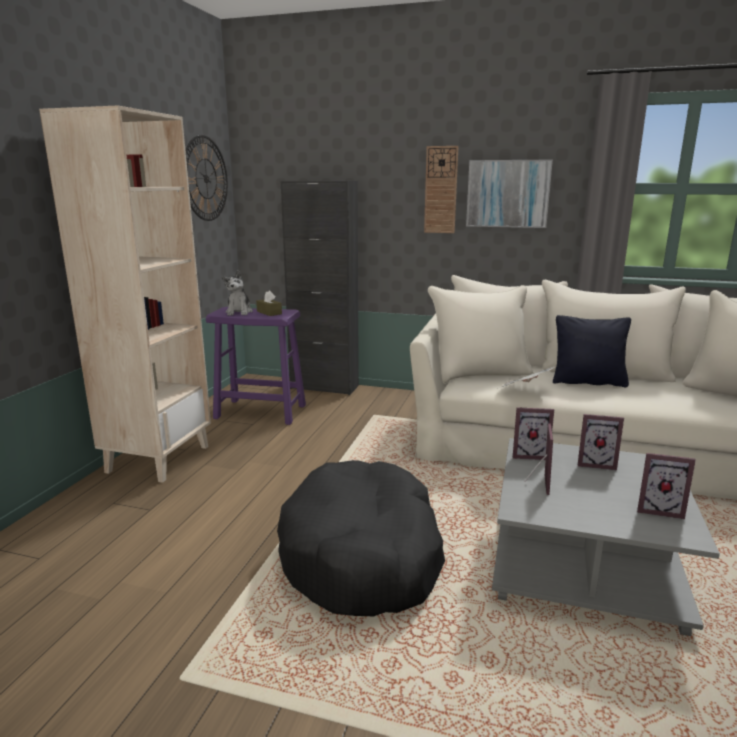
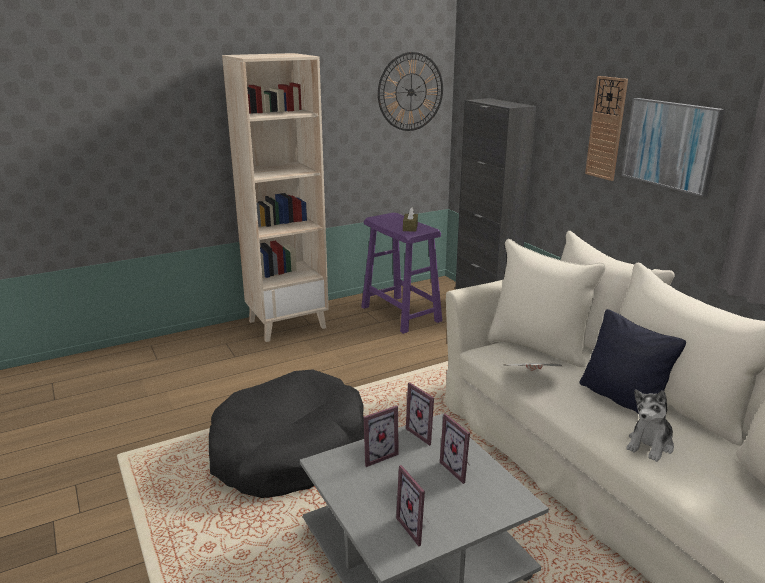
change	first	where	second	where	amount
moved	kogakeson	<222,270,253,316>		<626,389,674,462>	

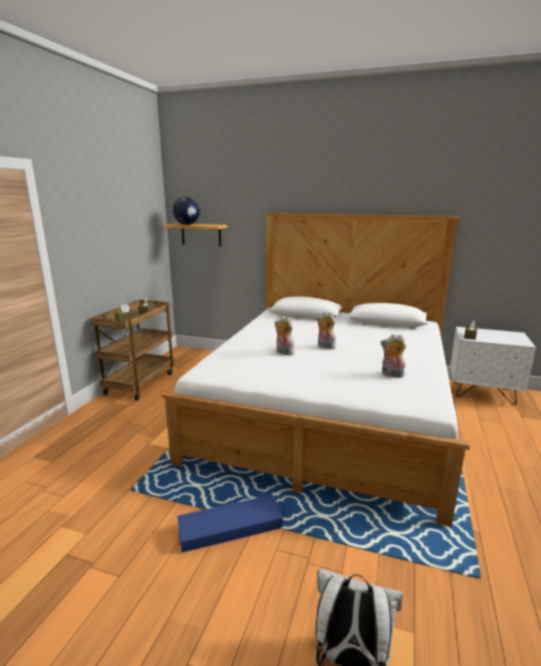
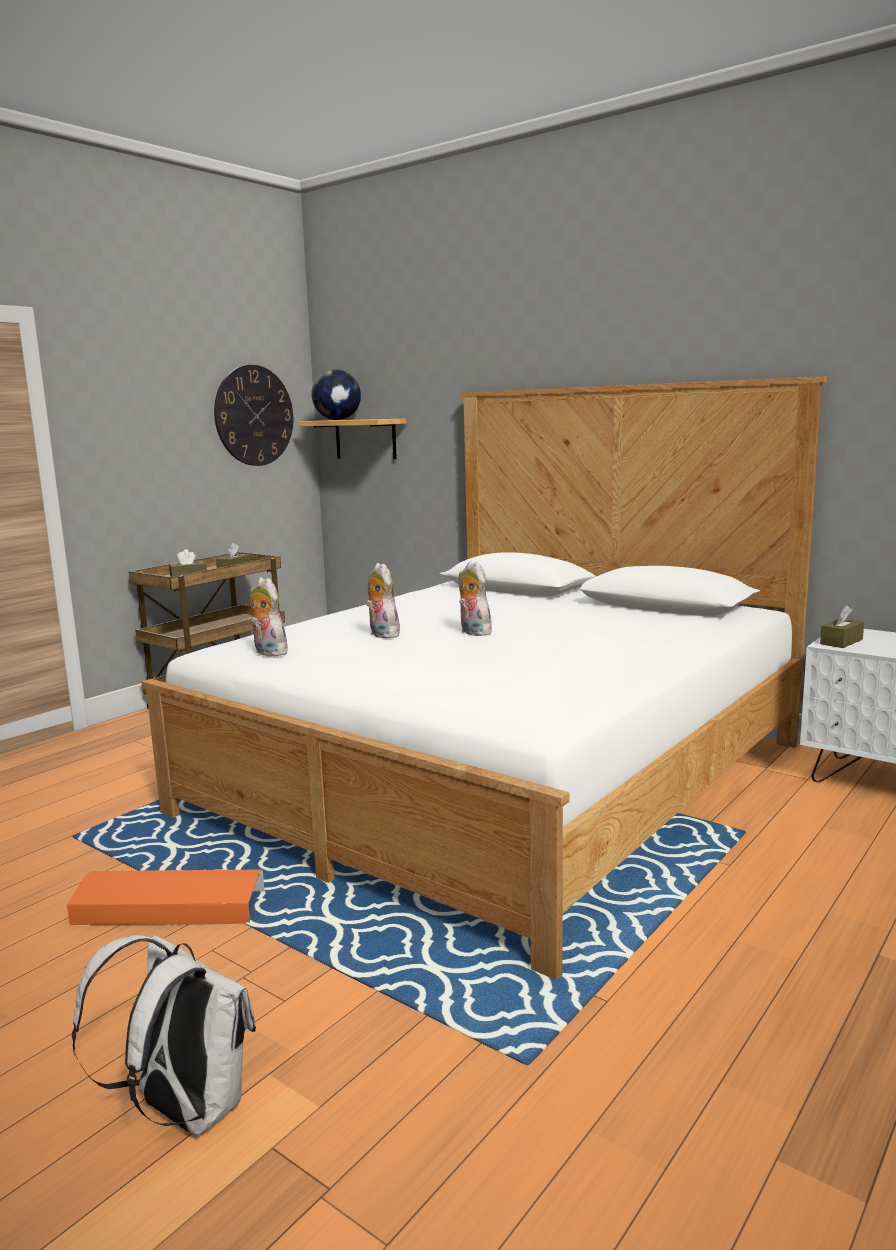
change	first	where	second	where	amount
recoloured	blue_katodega	<177,495,283,553>	orange_katodega	<67,869,265,926>	
added			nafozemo	<214,365,293,466>	
moved	kogakeson	<381,334,406,378>		<249,577,288,656>	

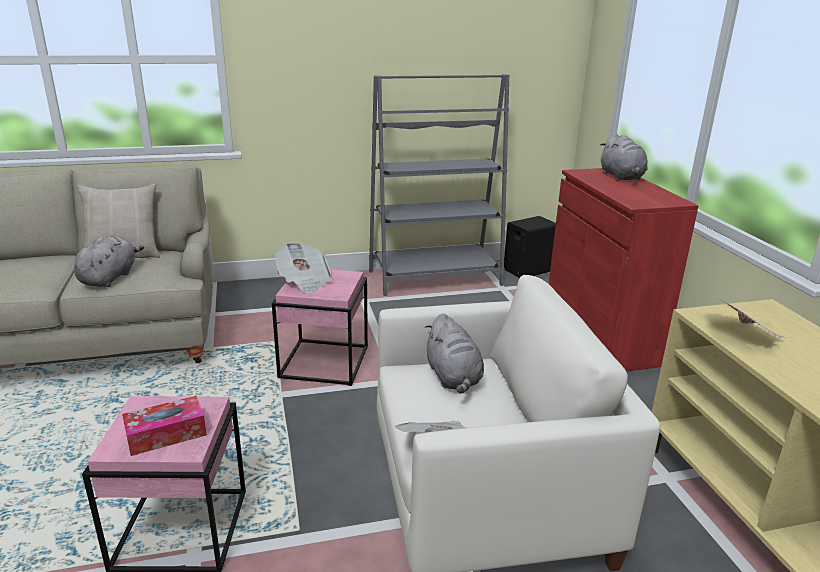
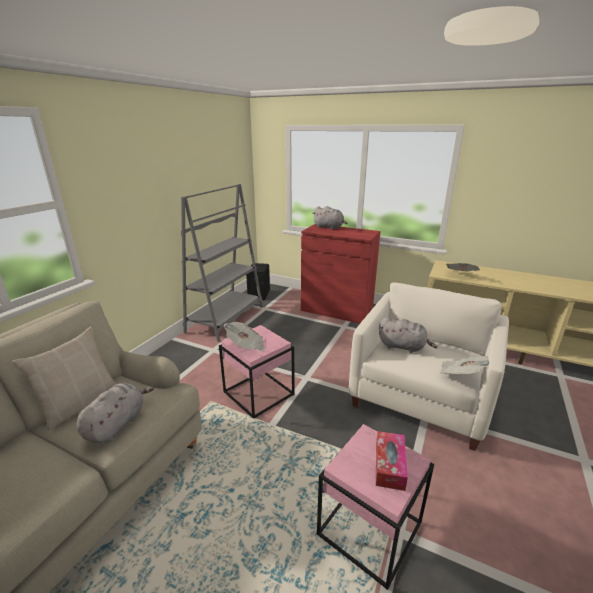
change	first	where	second	where	amount
turned	grey_kogakeson	<74,236,144,287>		<76,383,154,443>	60 degrees clockwise

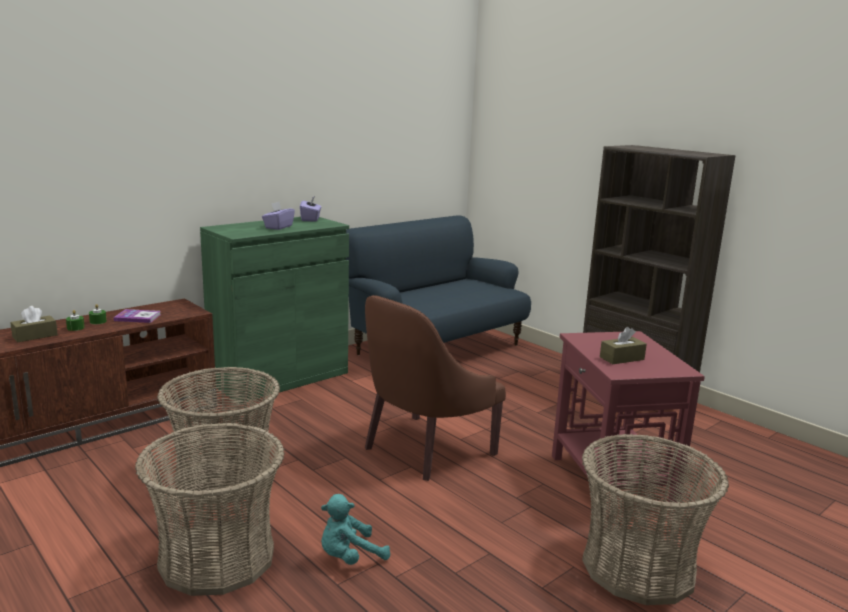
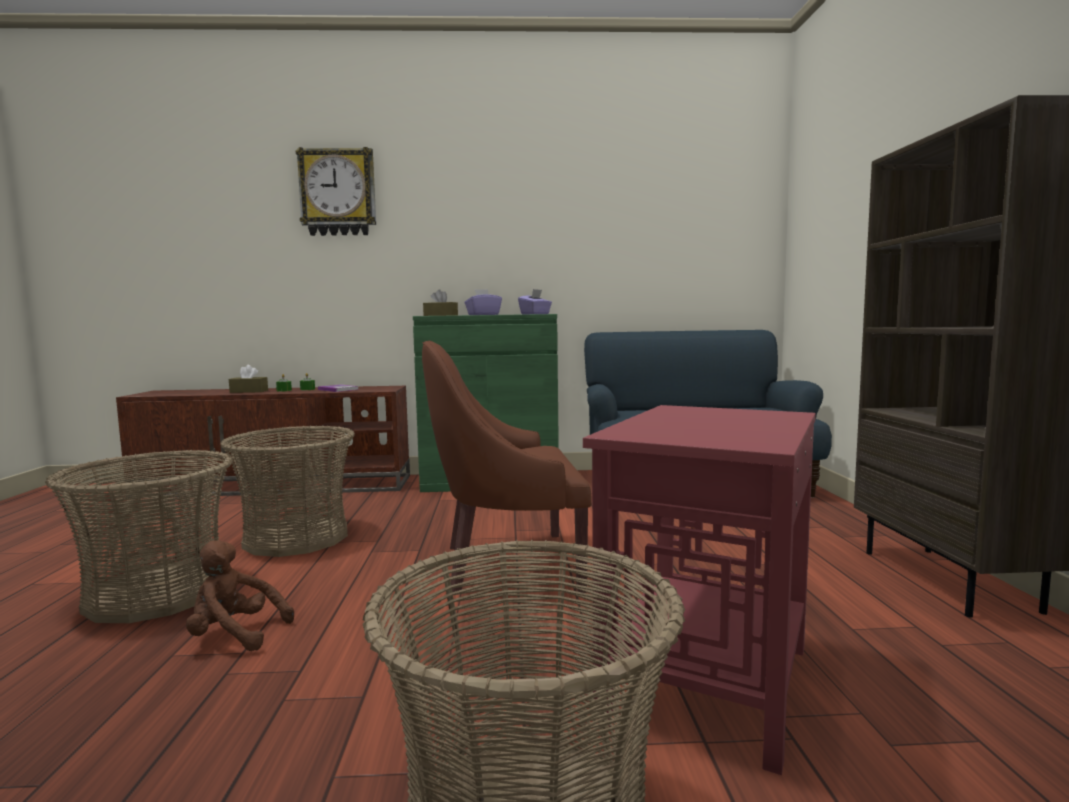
change	first	where	second	where	amount
recoloured	turquoise_kogakeson	<321,494,390,565>	brown_kogakeson	<186,540,294,651>	
added			nafozemo	<296,147,376,236>	
moved	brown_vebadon	<600,327,647,364>		<423,289,458,316>	

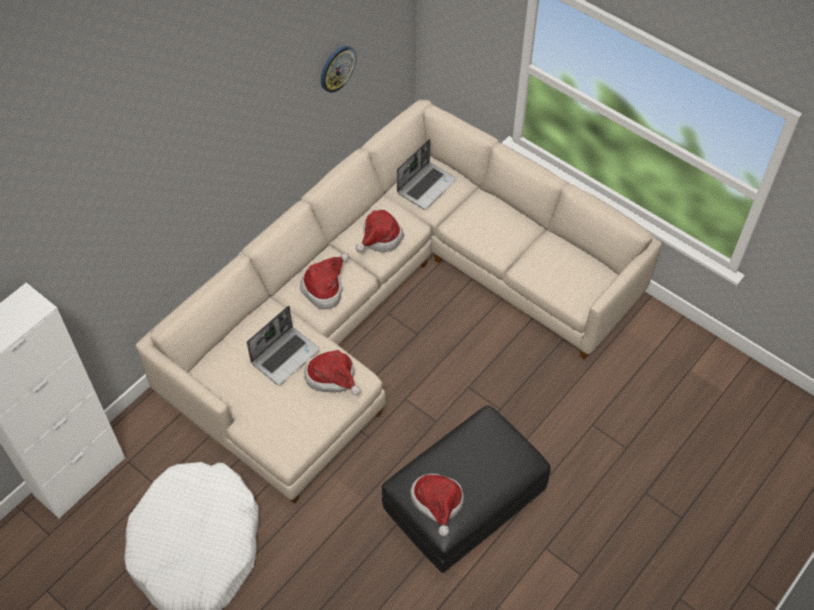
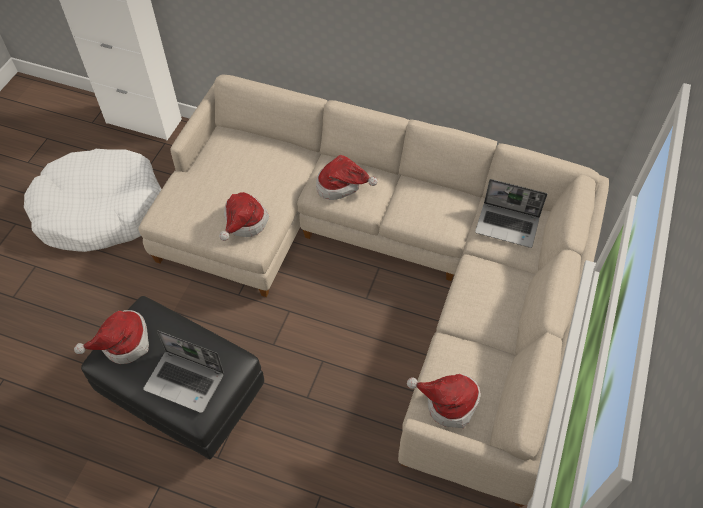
change	first	where	second	where	amount
moved	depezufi	<247,306,320,385>		<143,330,224,413>	
moved	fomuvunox	<356,210,404,252>		<407,374,481,428>	
removed	nafozemo	<321,46,357,93>			

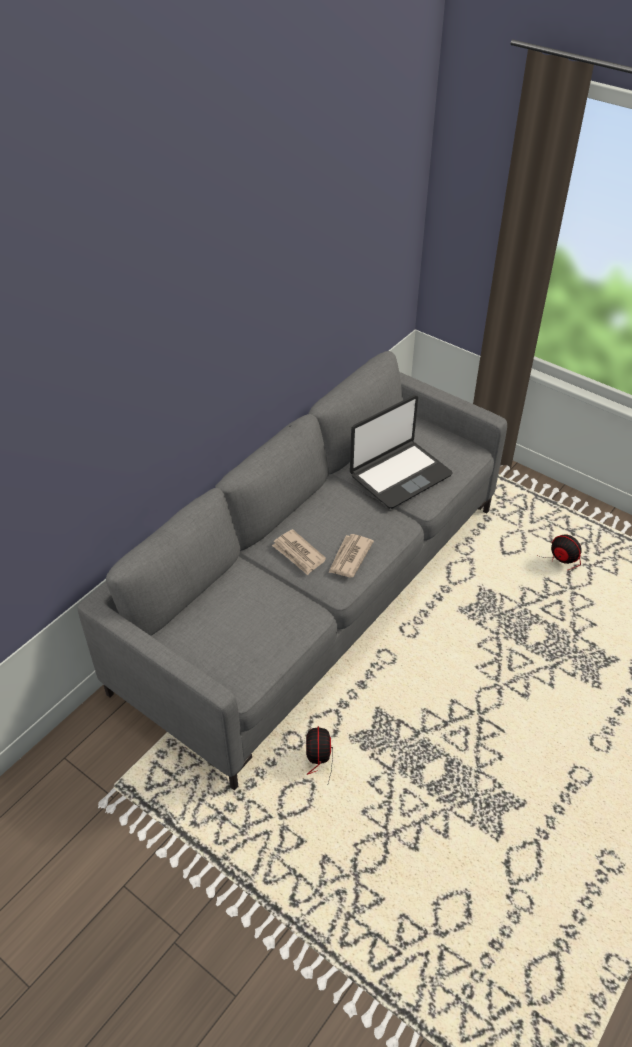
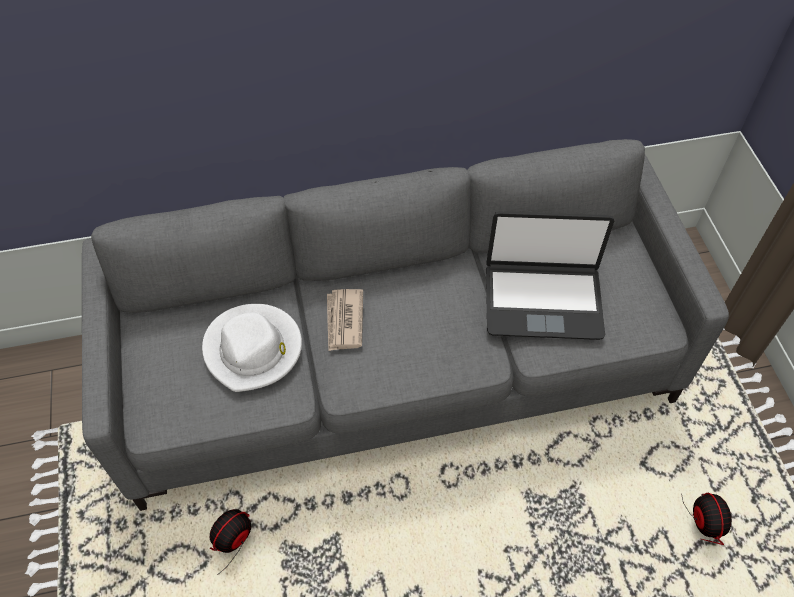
change	first	where	second	where	amount
added			white_fomuvunox	<202,304,302,392>	
removed	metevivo	<328,534,374,577>			

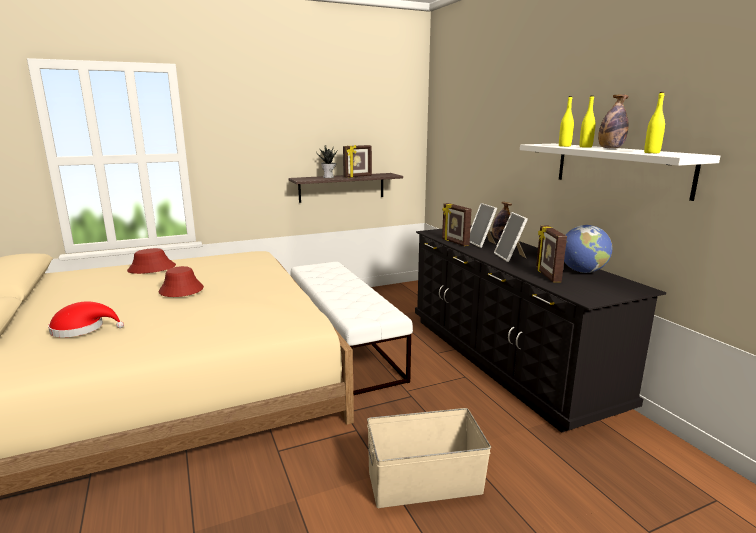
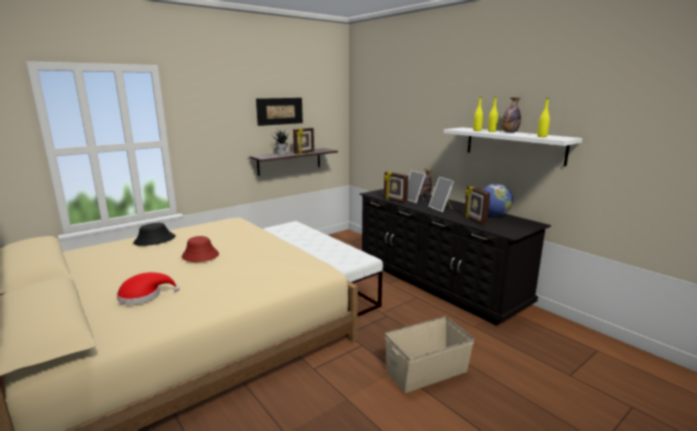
change	first	where	second	where	amount
recoloured	red_fomuvunox	<127,248,176,274>	black_fomuvunox	<133,223,176,246>	
added			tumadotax	<256,98,303,126>	

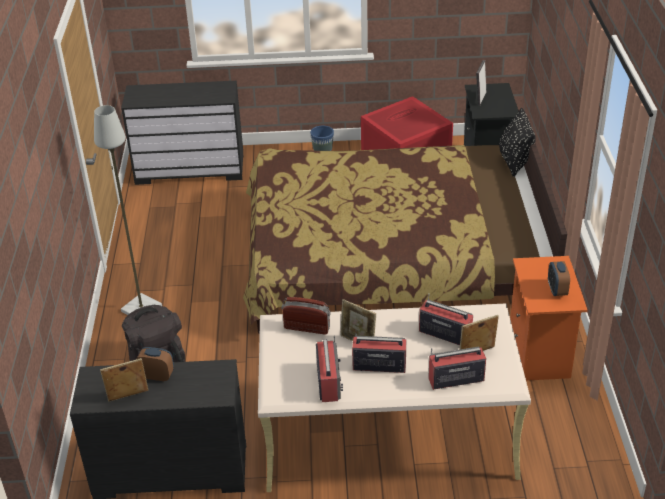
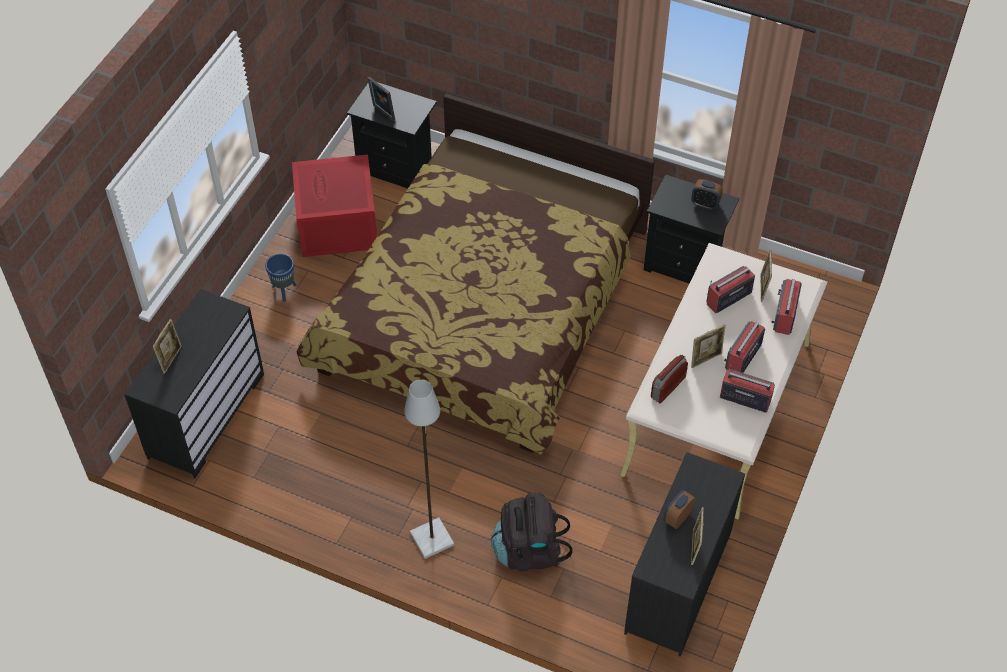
change	first	where	second	where	amount
added			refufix	<153,319,182,374>	
recoloured	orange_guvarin	<510,256,588,380>	black_guvarin	<644,175,739,284>	
removed	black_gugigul	<499,108,536,177>			

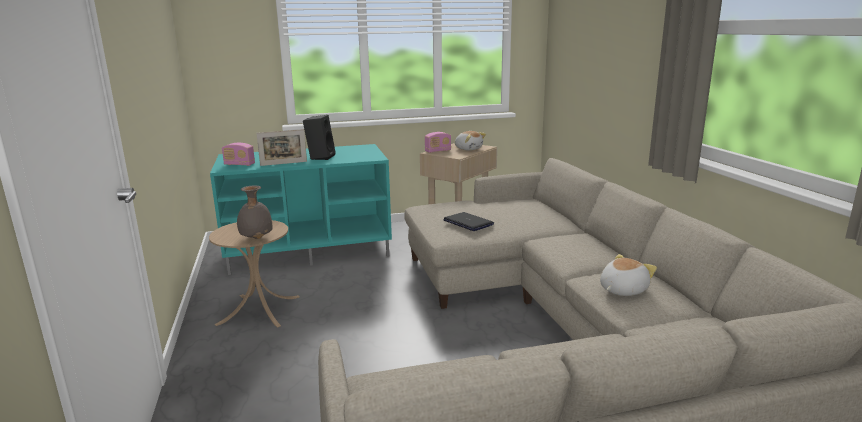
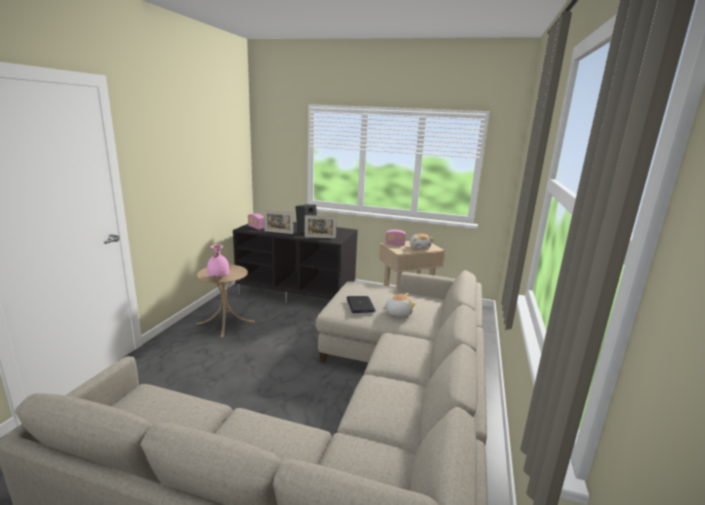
change	first	where	second	where	amount
recoloured	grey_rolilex	<237,185,273,239>	pink_rolilex	<207,245,229,279>	
recoloured	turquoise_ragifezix	<210,144,392,275>	black_ragifezix	<233,222,358,303>	
added			refufix	<305,215,337,238>	
moved	kogakeson	<600,254,657,296>		<383,293,416,316>	

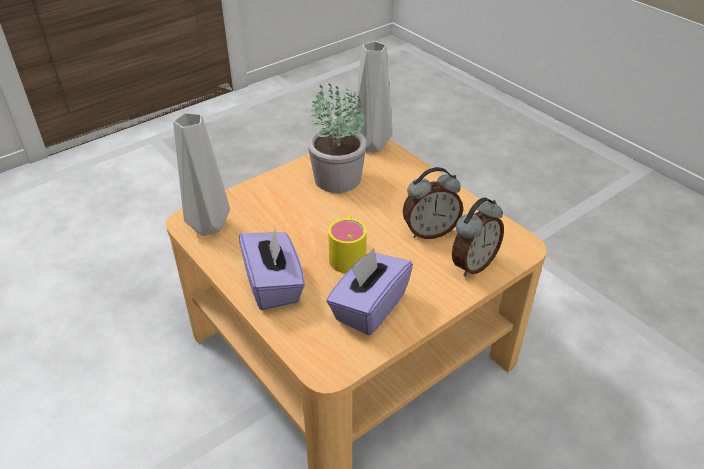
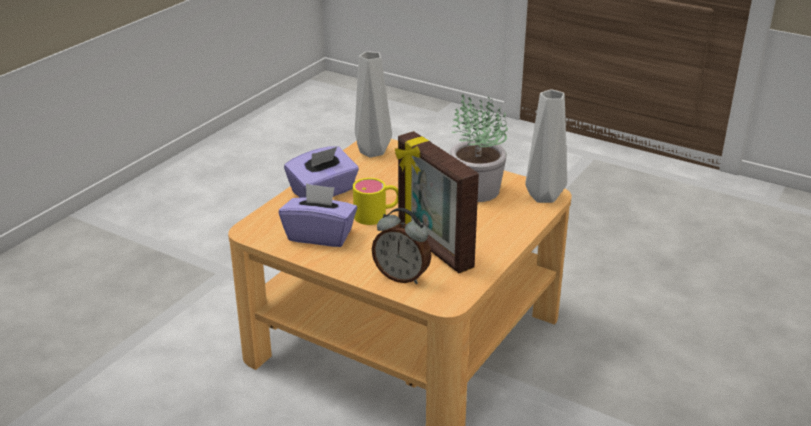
change	first	where	second	where	amount
replaced	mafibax	<403,167,463,239>	refufix	<395,131,479,274>	

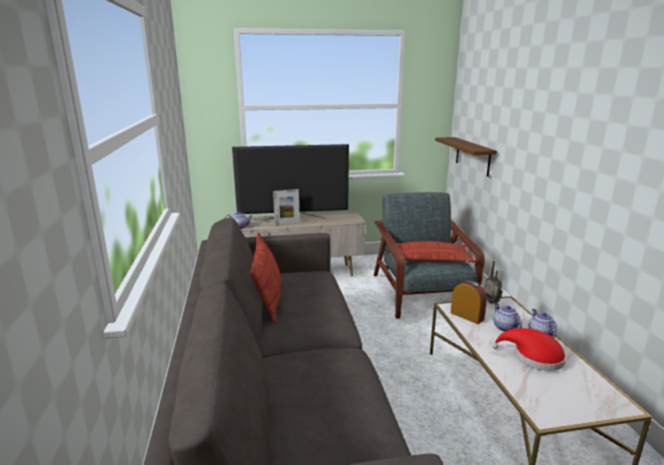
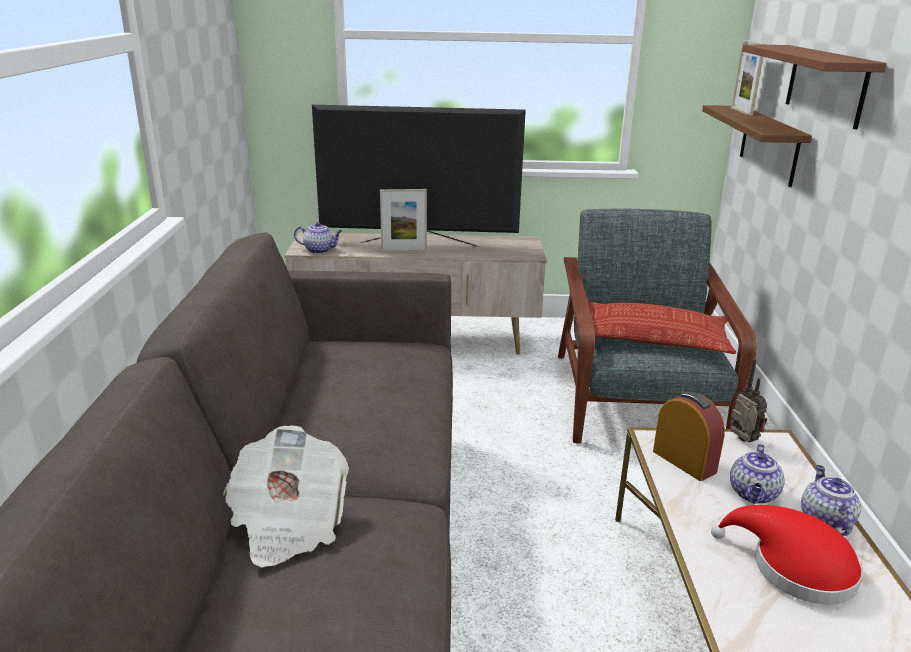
change	first	where	second	where	amount
added			metevivo	<224,425,349,568>	
turned	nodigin	<494,303,522,332>		<730,444,785,504>	150 degrees counterclockwise
added			refufix	<731,40,766,116>	
added			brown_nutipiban	<742,44,887,130>	
removed	gugigul	<250,232,281,324>			

